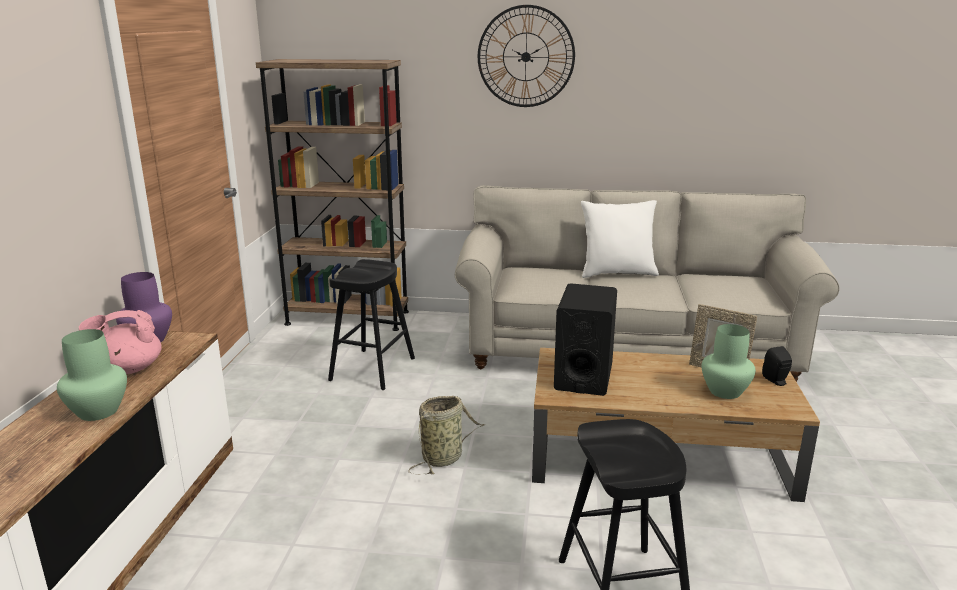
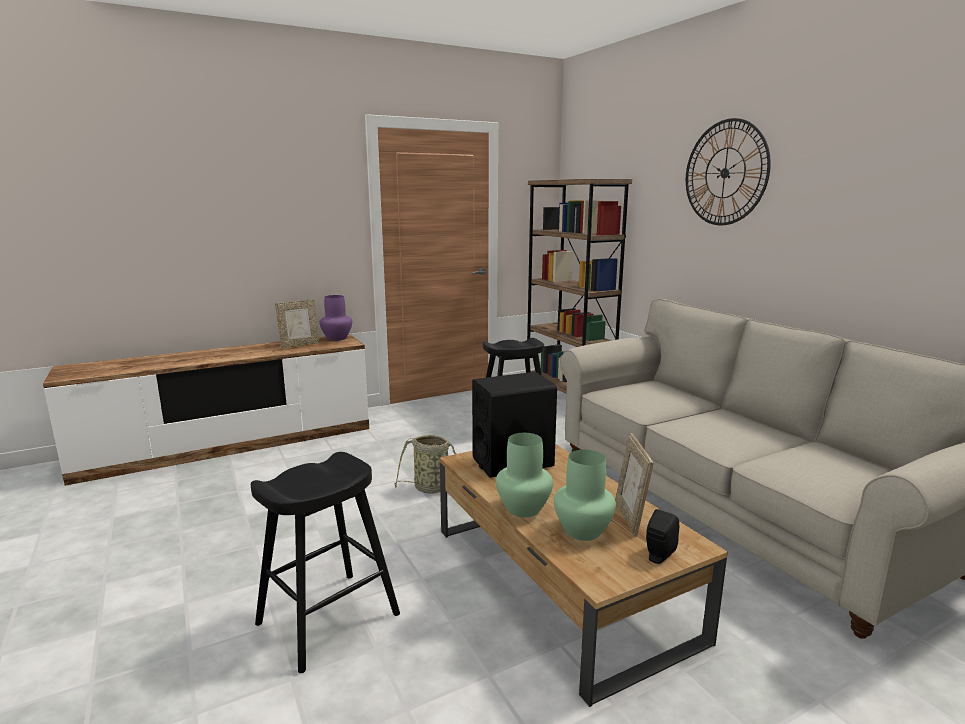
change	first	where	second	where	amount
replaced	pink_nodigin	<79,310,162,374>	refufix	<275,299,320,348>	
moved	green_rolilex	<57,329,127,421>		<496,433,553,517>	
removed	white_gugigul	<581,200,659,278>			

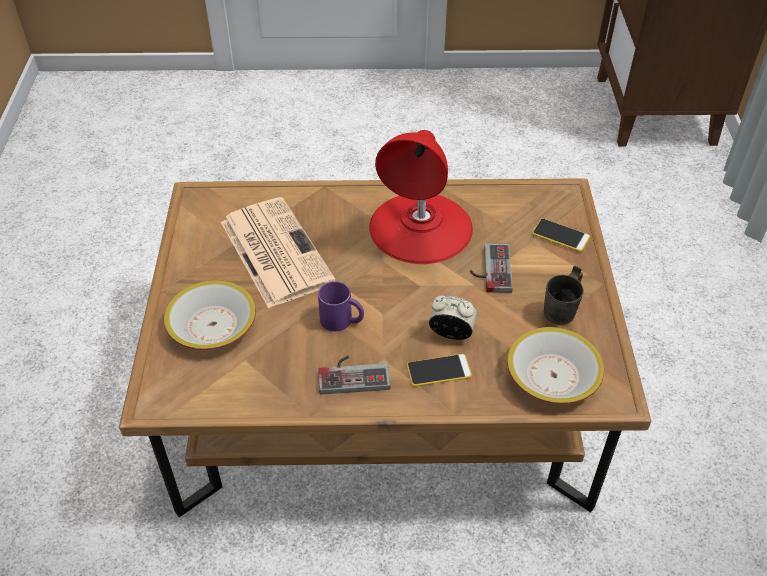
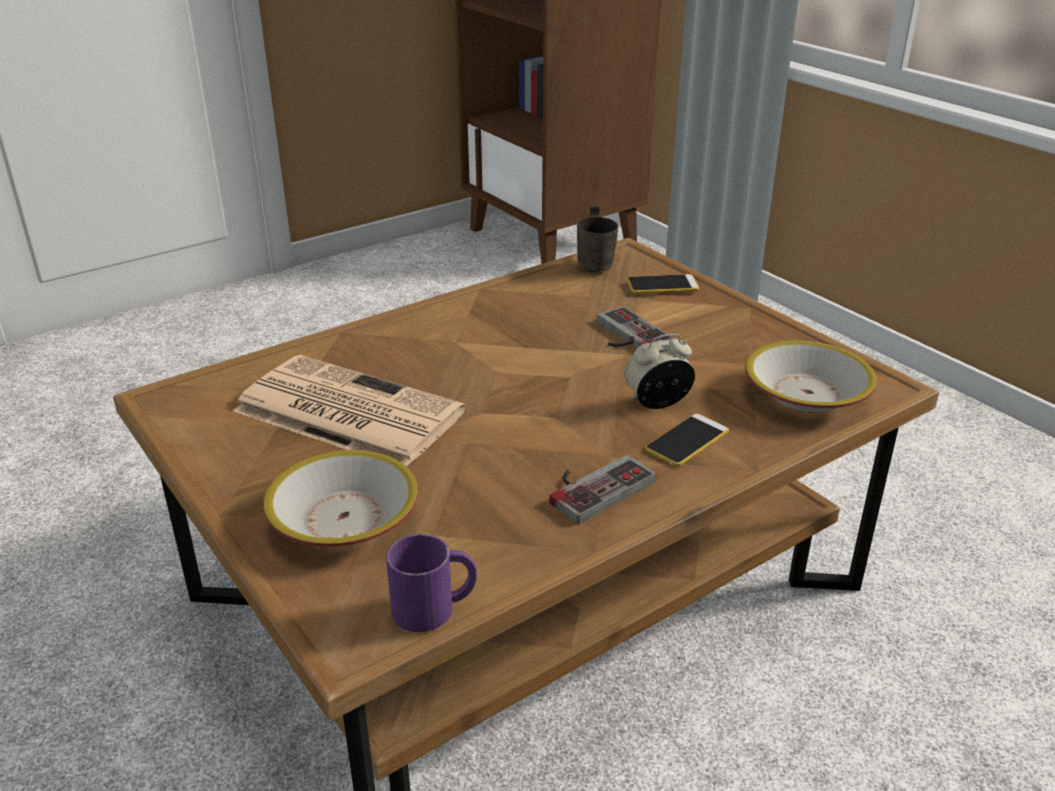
change	first	where	second	where	amount
moved	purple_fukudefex	<318,281,364,331>		<386,534,477,632>	
moved	grey_fukudefex	<544,266,584,325>		<577,206,618,273>	
removed	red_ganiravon	<369,130,473,264>			

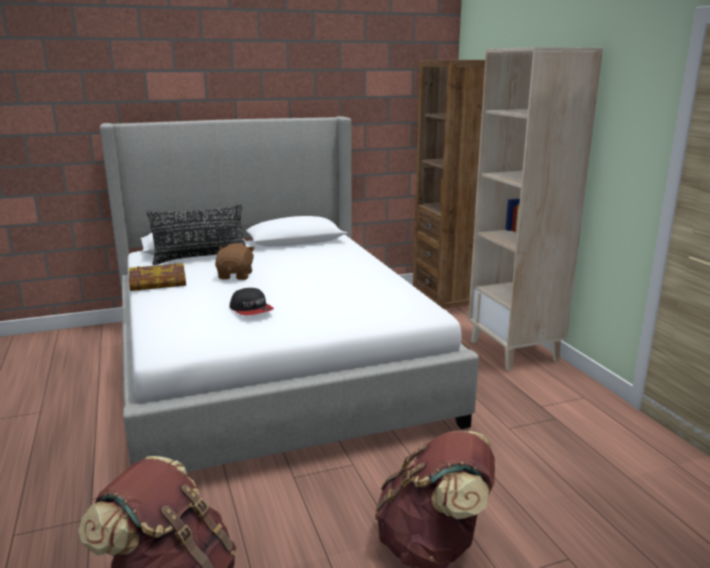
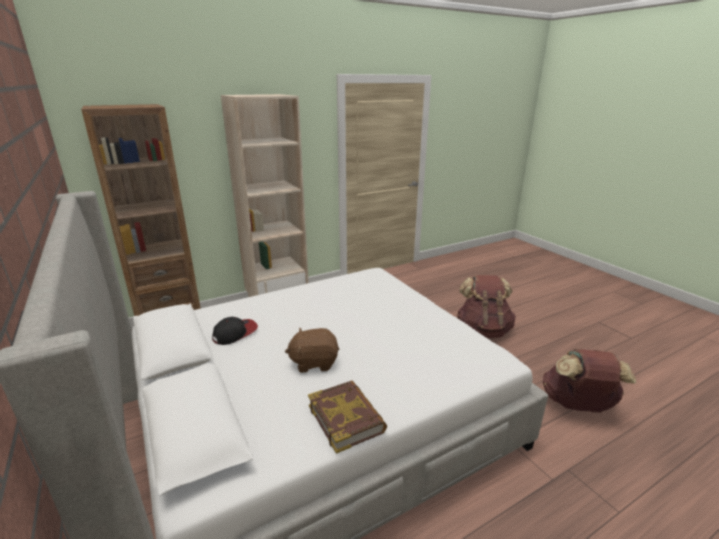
change	first	where	second	where	amount
moved	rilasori	<230,288,274,315>		<212,317,258,345>	
removed	black_gugigul	<147,204,246,265>			

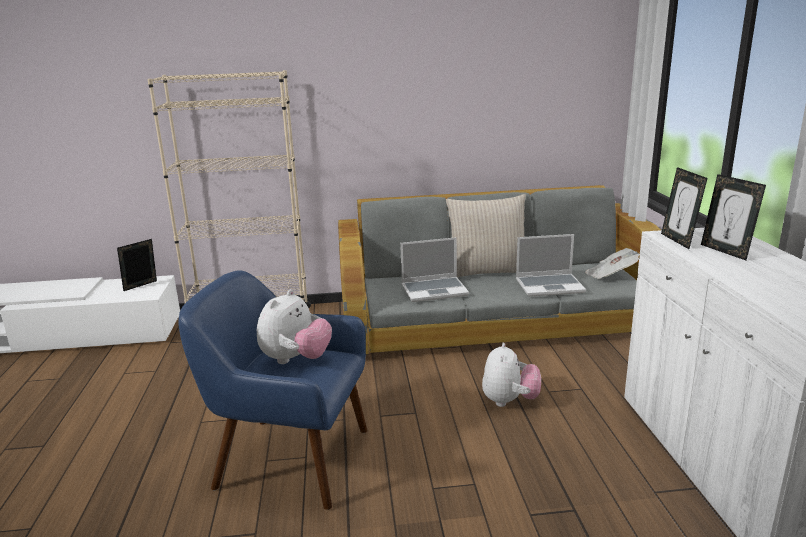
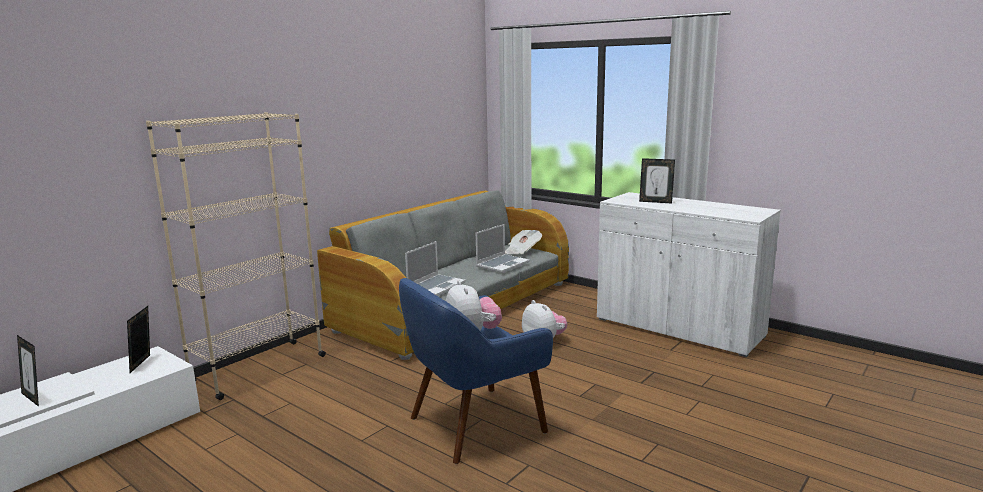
change	first	where	second	where	amount
moved	refufix	<661,167,708,249>		<17,335,39,407>	
removed	beige_gugigul	<446,194,526,277>			

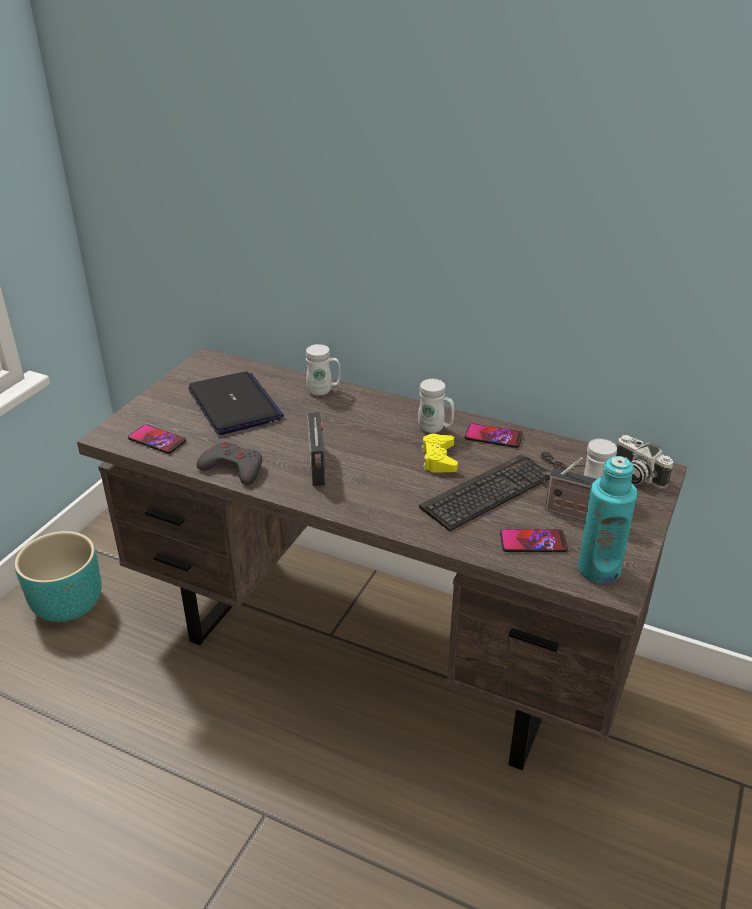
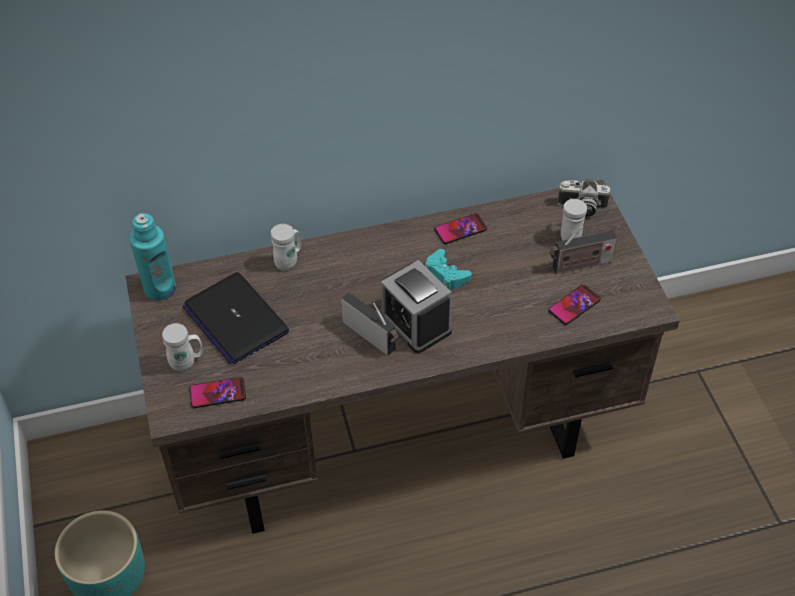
change	first	where	second	where	amount
moved	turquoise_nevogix	<578,456,638,584>		<130,213,176,301>	
moved	white_fukudefex	<418,379,454,433>		<162,323,203,371>	
turned	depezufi	<188,371,284,435>		<182,272,289,364>	150 degrees counterclockwise
added			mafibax	<380,260,452,354>	
recoloured	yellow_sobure	<421,434,458,473>	turquoise_sobure	<425,249,472,289>	
removed	grey_sobure	<197,442,262,485>			
removed	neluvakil	<419,452,586,531>			

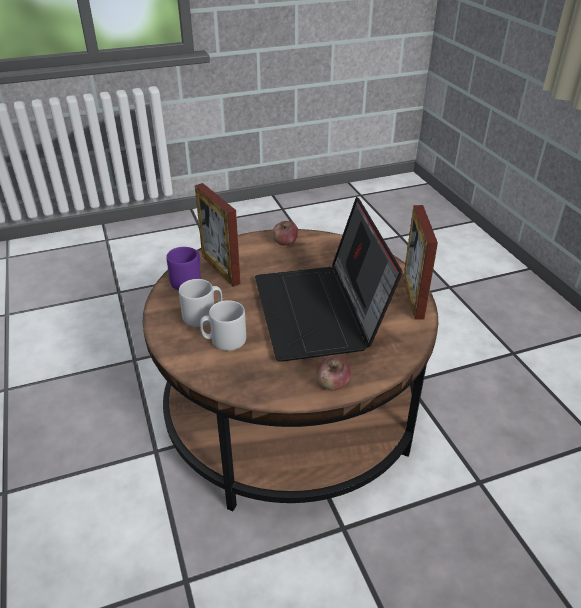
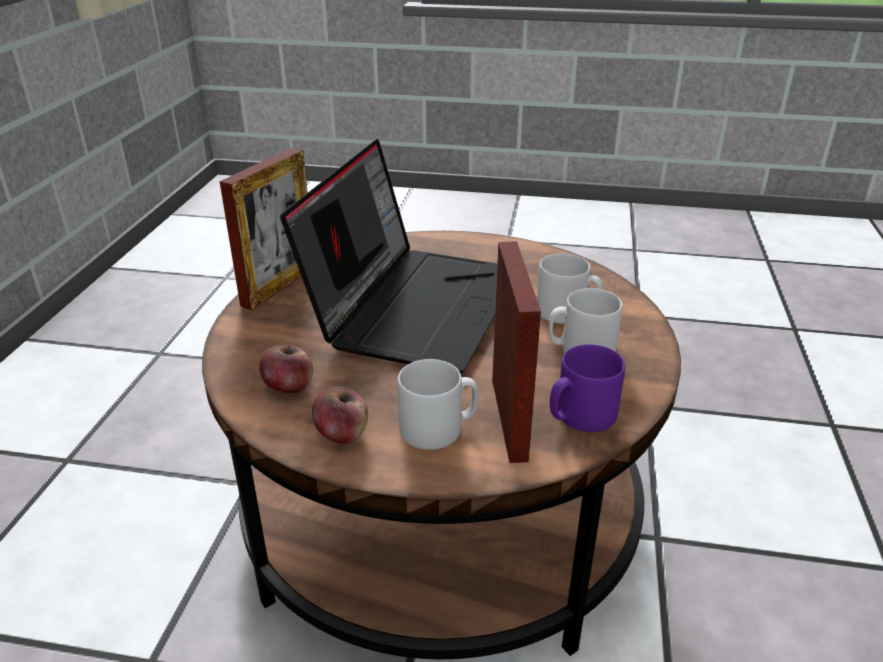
change	first	where	second	where	amount
moved	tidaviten	<316,356,351,391>		<259,344,313,393>	
added			grey_fukudefex	<397,359,478,450>	

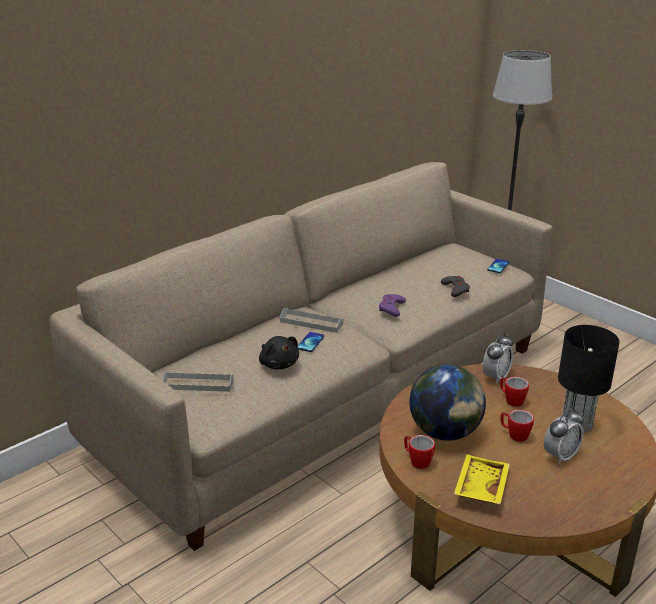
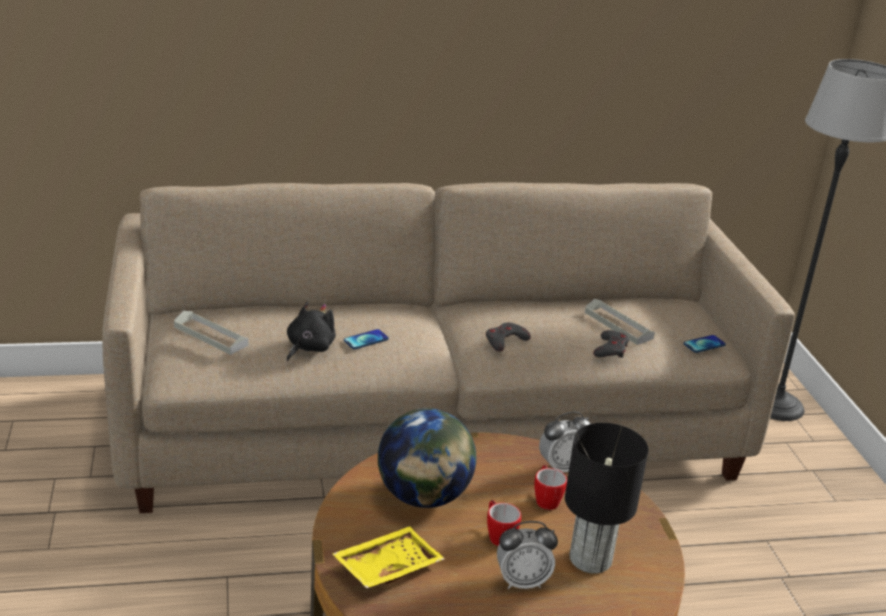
change	first	where	second	where	amount
turned	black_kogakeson	<259,336,299,369>		<287,301,336,362>	150 degrees counterclockwise
recoloured	purple_sobure	<379,294,406,317>	grey_sobure	<486,322,531,352>	
moved	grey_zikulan	<280,308,343,333>		<585,299,655,345>	
removed	fukudefex	<404,435,435,469>			

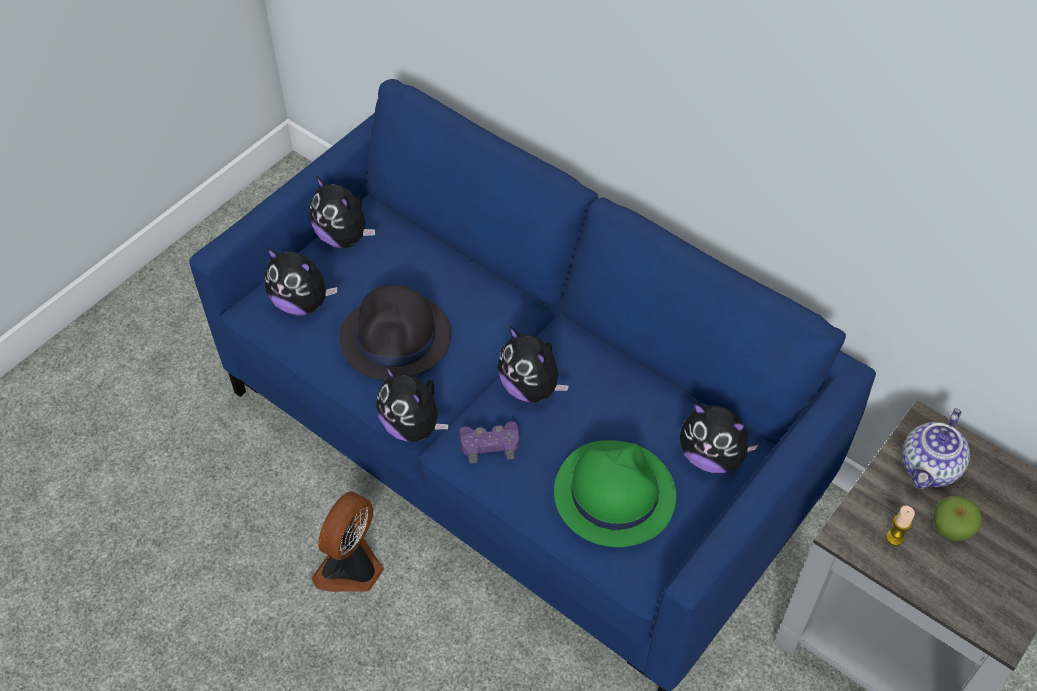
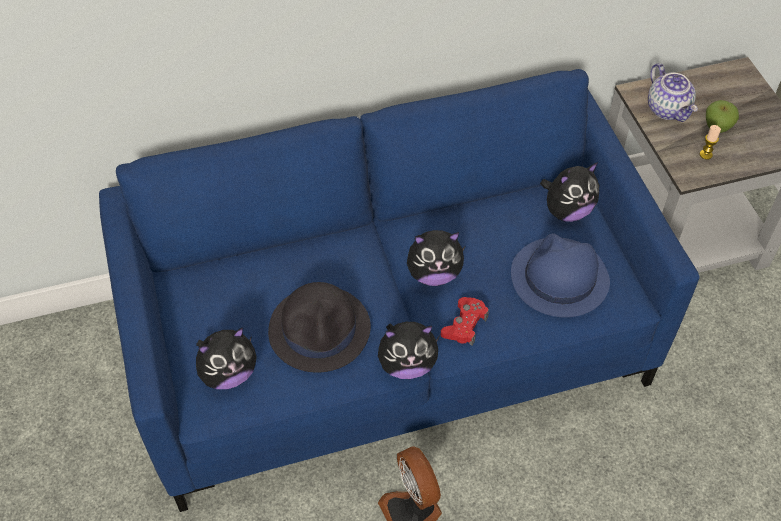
change	first	where	second	where	amount
recoloured	purple_sobure	<460,421,519,464>	red_sobure	<441,297,489,346>	
recoloured	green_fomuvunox	<554,440,676,547>	blue_fomuvunox	<511,233,610,317>	
removed	kogakeson	<310,176,375,248>			

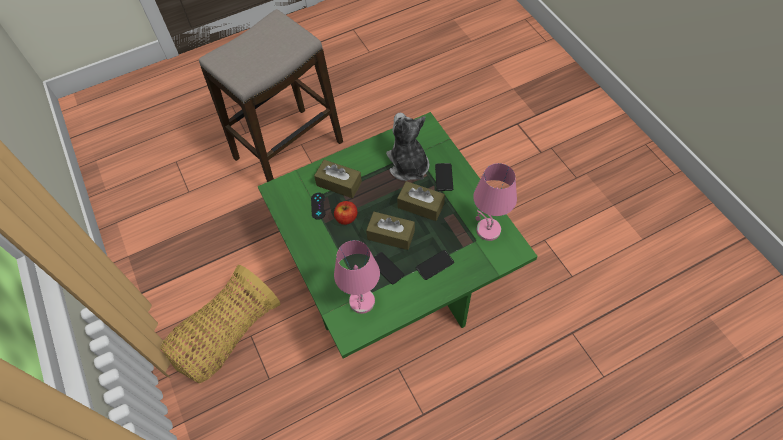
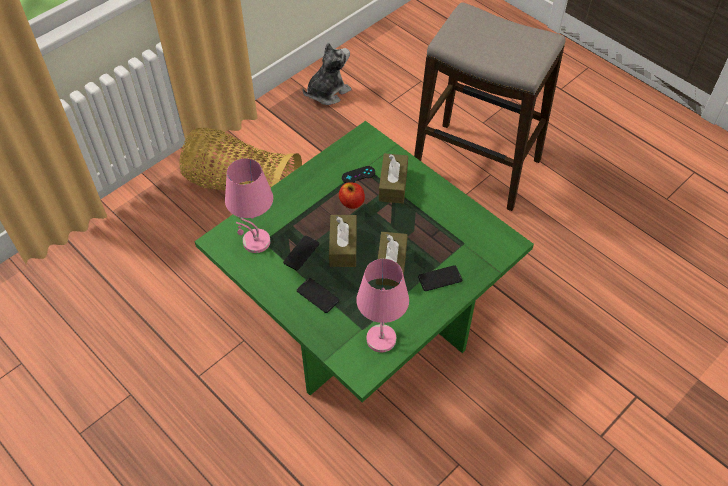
change	first	where	second	where	amount
moved	kogakeson	<386,113,430,181>		<302,42,352,105>	

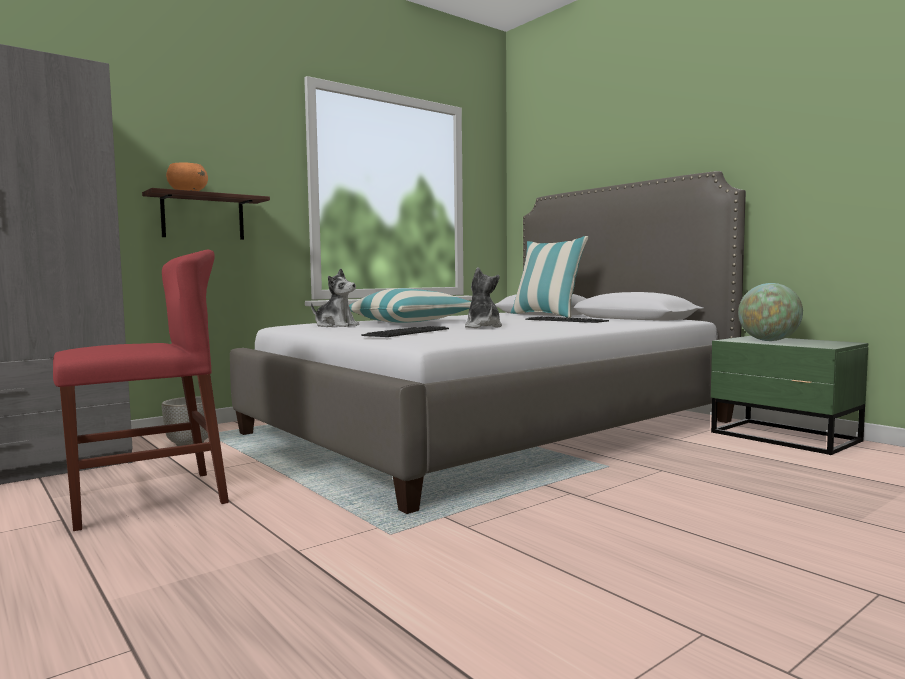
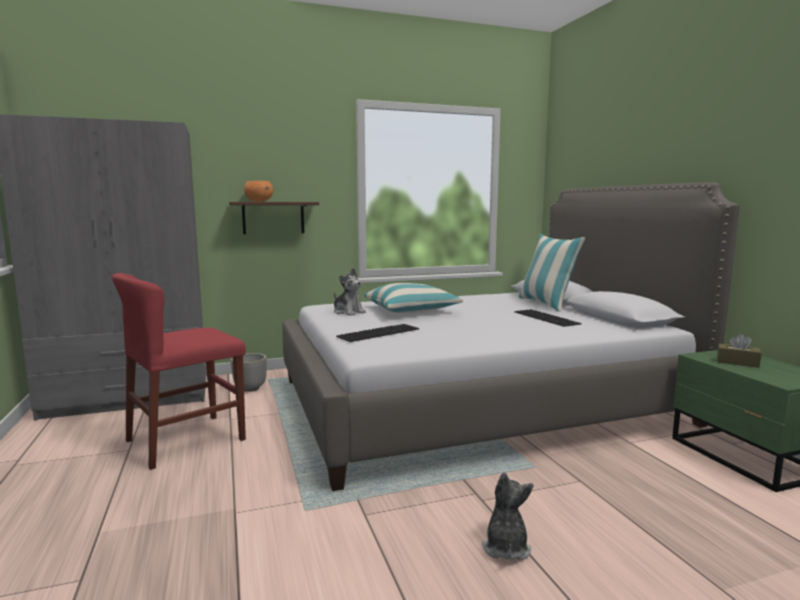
change	first	where	second	where	amount
turned	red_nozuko	<53,250,229,531>		<112,273,246,470>	150 degrees clockwise
moved	kogakeson	<465,267,502,328>		<482,472,534,560>	
replaced	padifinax	<738,283,803,341>	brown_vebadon	<717,334,761,368>	

